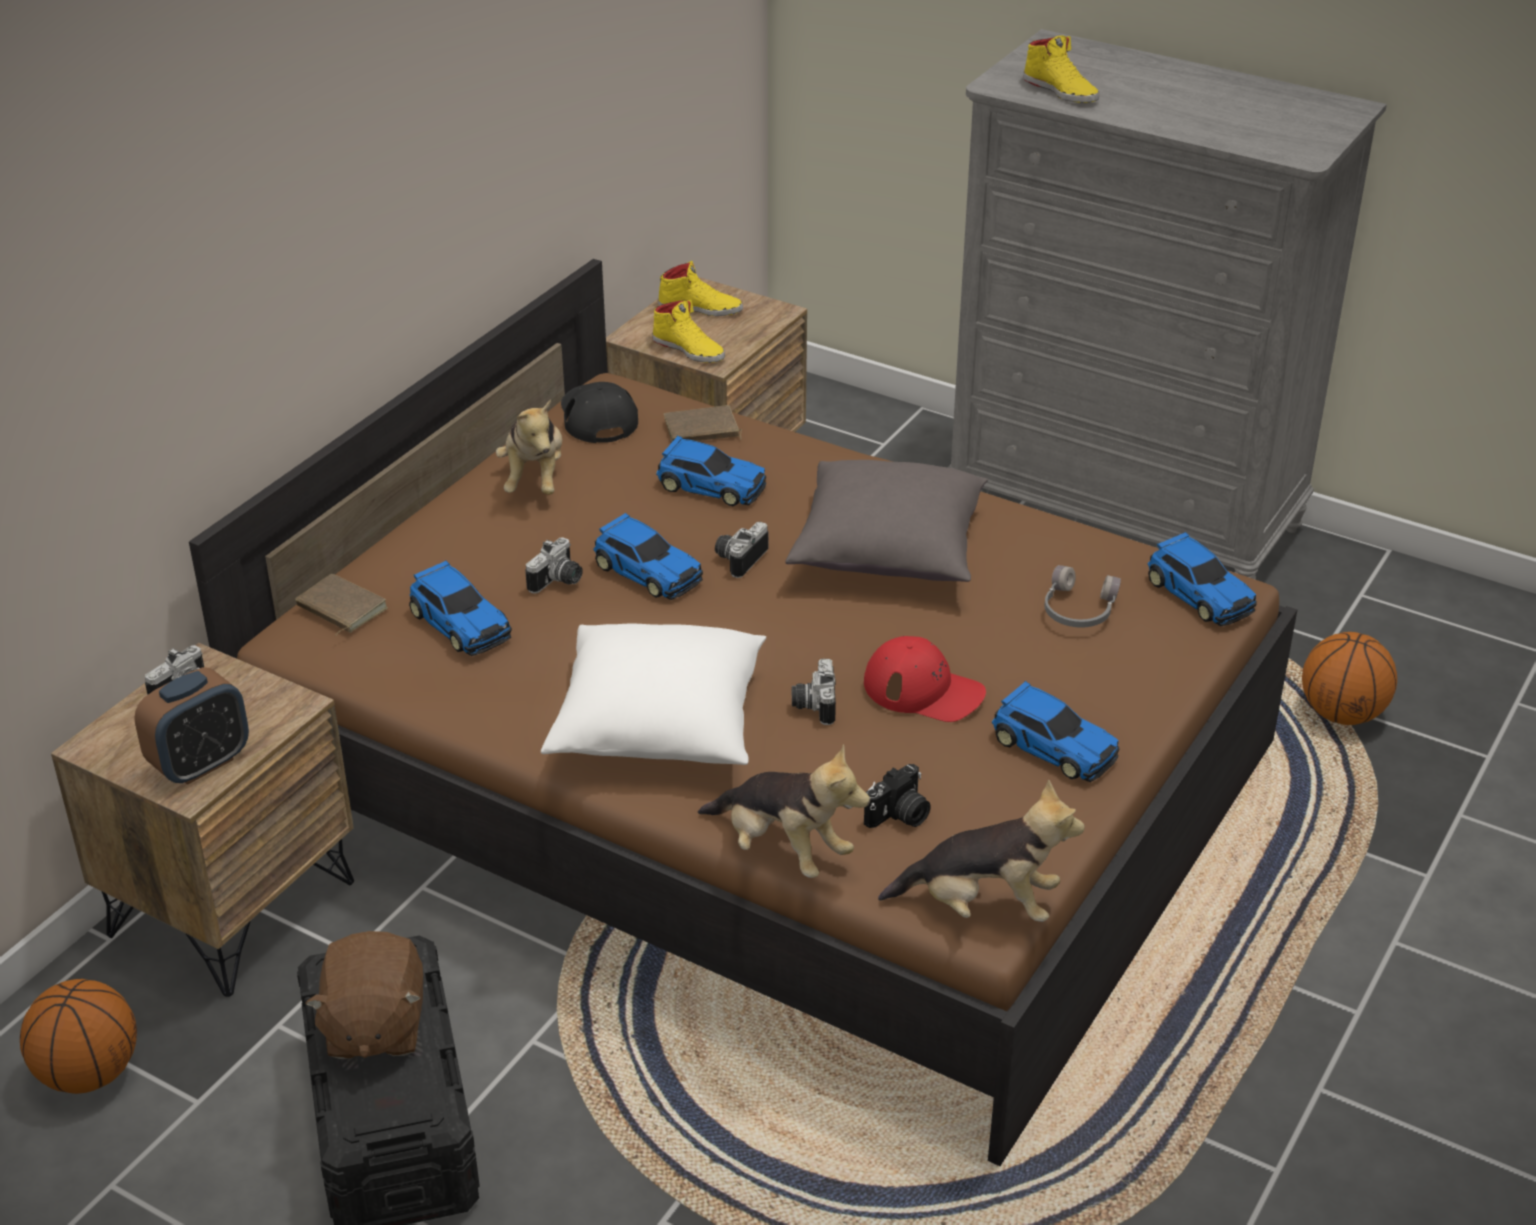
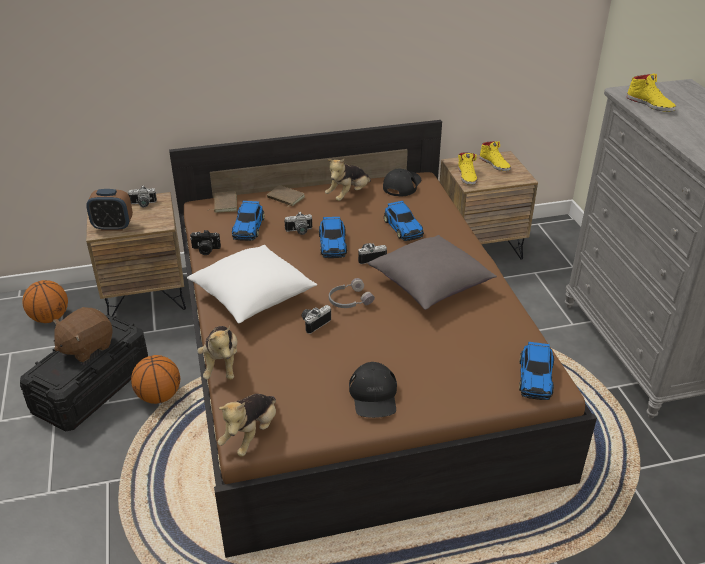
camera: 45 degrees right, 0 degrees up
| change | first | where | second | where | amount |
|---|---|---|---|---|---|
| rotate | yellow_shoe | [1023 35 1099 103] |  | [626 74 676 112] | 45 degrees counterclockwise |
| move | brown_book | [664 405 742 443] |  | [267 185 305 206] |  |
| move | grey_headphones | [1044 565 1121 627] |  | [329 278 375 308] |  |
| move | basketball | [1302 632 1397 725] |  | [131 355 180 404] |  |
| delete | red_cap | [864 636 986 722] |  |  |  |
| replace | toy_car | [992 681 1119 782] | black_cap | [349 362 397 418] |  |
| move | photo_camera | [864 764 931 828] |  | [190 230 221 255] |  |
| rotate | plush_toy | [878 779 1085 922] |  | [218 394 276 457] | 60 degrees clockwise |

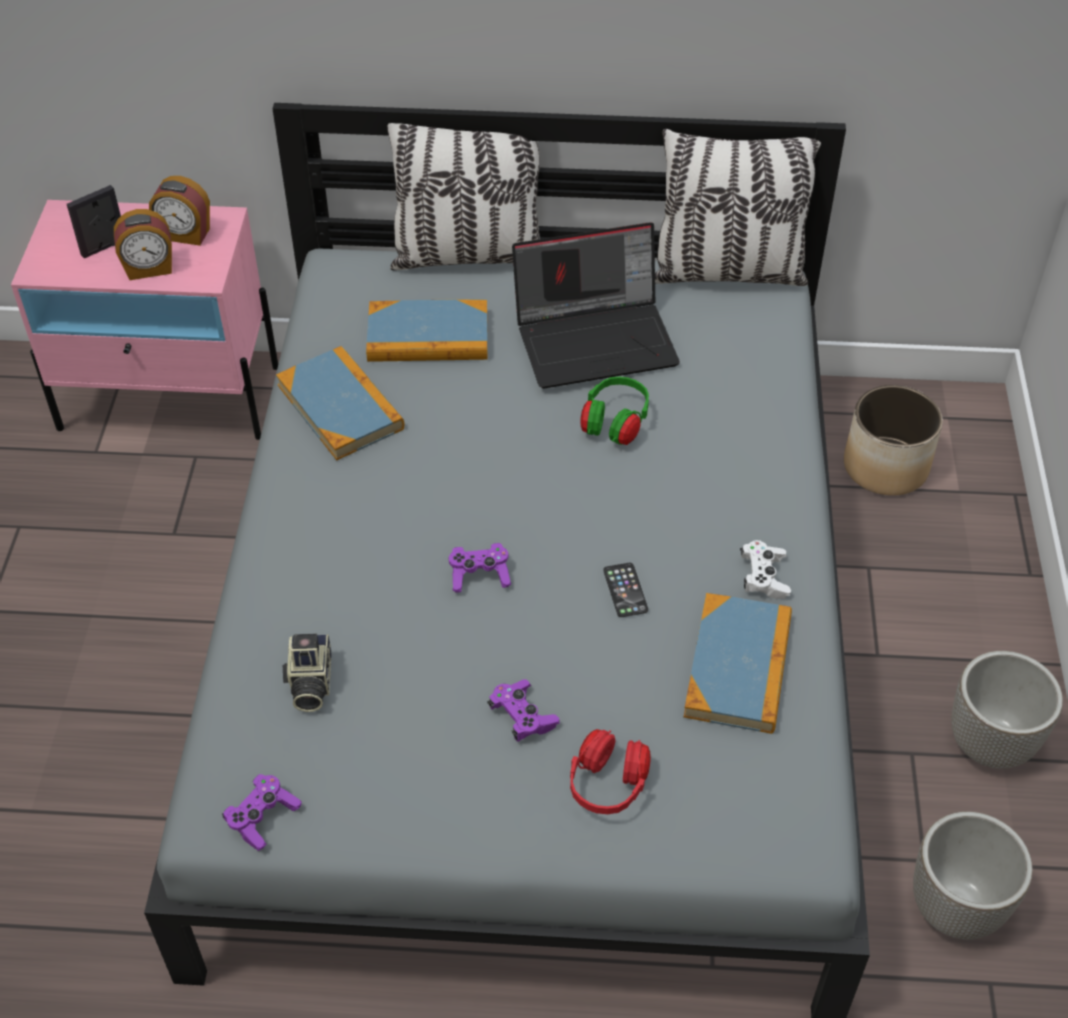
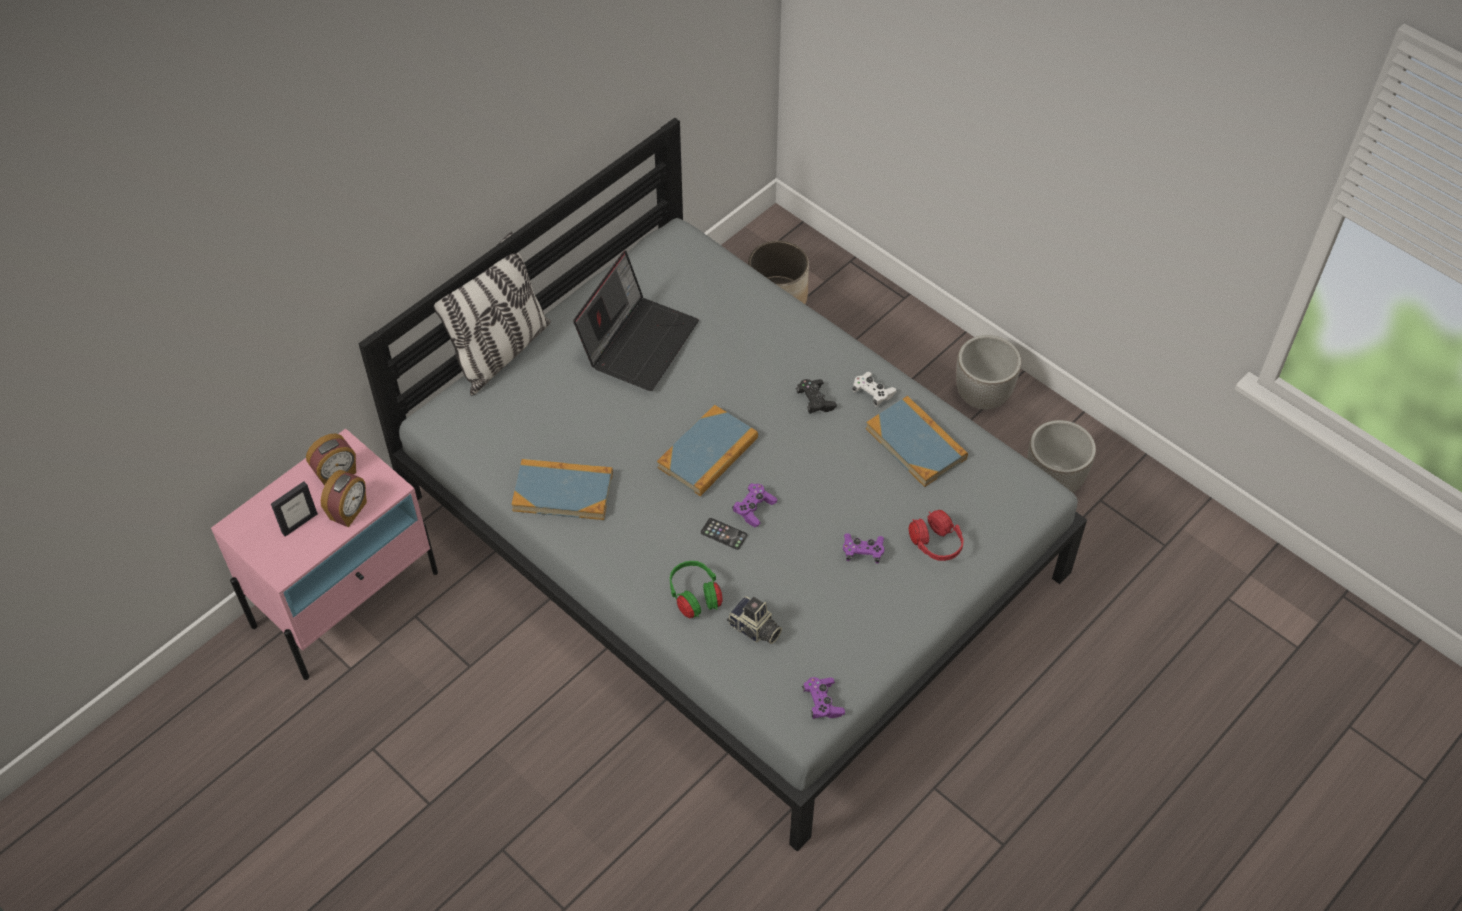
camera: 50 degrees left, 5 degrees up
| change | first | where | second | where | amount |
|---|---|---|---|---|---|
| delete | pillow | [655 129 821 286] |  |  |  |
| rotate | picture_frame | [67 185 121 258] |  | [271 481 318 537] | 135 degrees counterclockwise |
| move | book | [366 299 488 362] |  | [657 405 758 496] |  |
| move | green_headphones | [581 377 649 445] |  | [670 561 722 618] |  |
| move | phone | [603 563 648 617] |  | [701 518 747 550] |  |
| insert |  |  | black_game_controller | [796 379 837 414] |  |

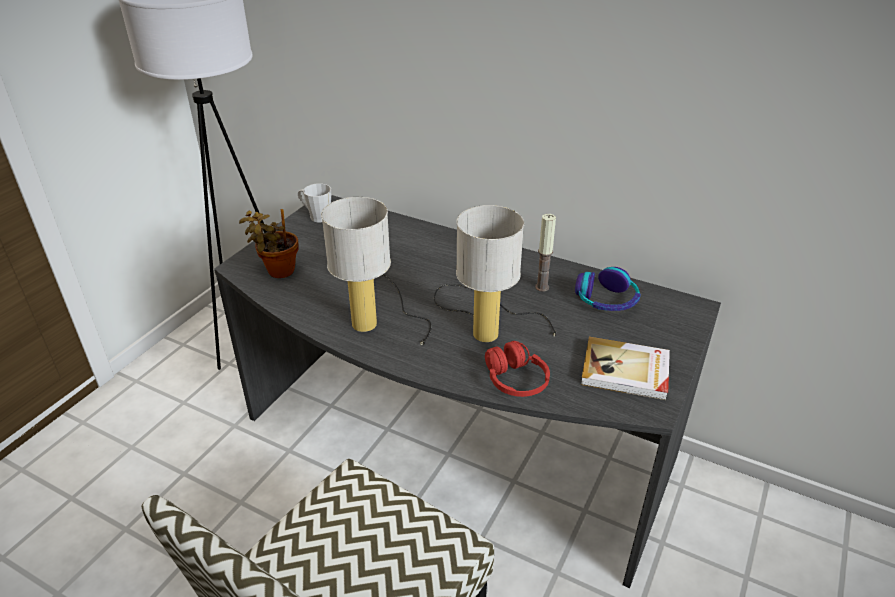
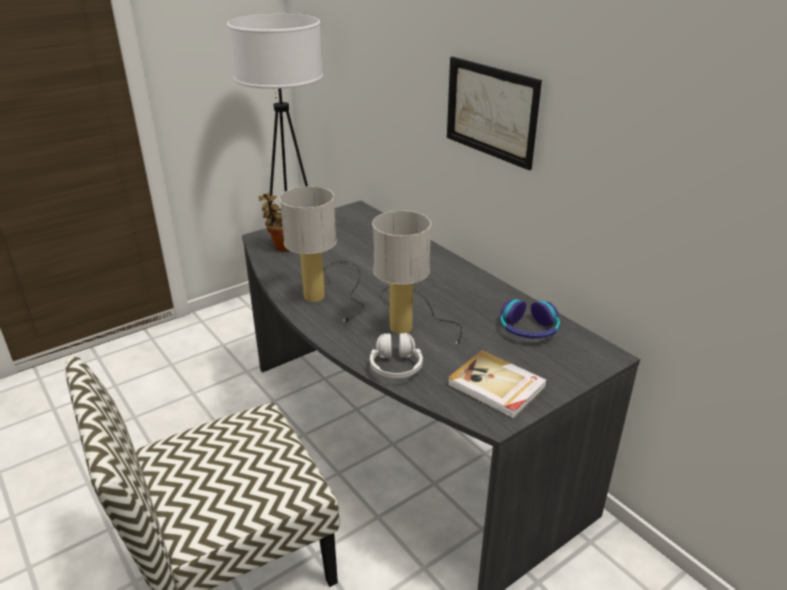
camera: 25 degrees right, 5 degrees down
| change | first | where | second | where | amount |
|---|---|---|---|---|---|
| delete | grey_mug | [298 183 331 222] |  |  |  |
| delete | candle | [535 214 556 292] |  |  |  |
| recolor | red_headphones | [485 341 550 397] | white_headphones | [370 333 423 378] |  |
| insert |  |  | picture | [447 56 542 170] |  |

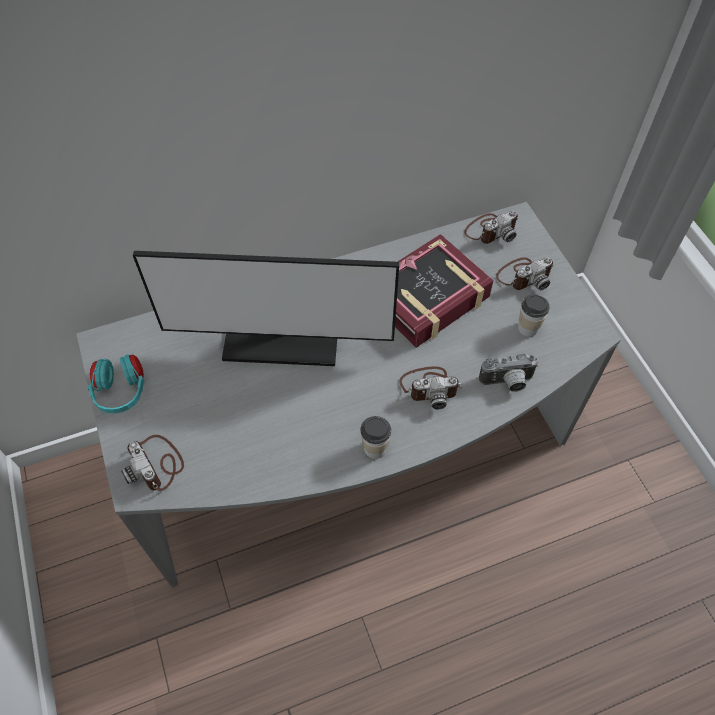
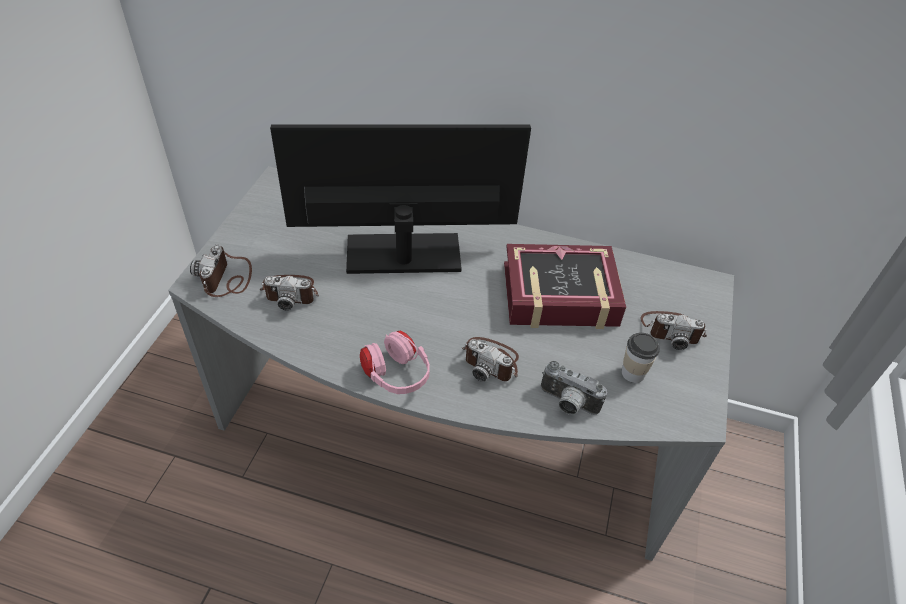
camera: 35 degrees right, 10 degrees down
| change | first | where | second | where | amount |
|---|---|---|---|---|---|
| move | photo_camera | [464 211 518 244] |  | [259 275 319 310] |  |
| rotate | monitor | [132 251 399 366] |  | [270 125 531 274] | 135 degrees clockwise |
| delete | turquoise_headphones | [88 354 144 413] |  |  |  |
| replace | cup | [361 416 391 459] | pink_headphones | [360 331 430 394] |  |

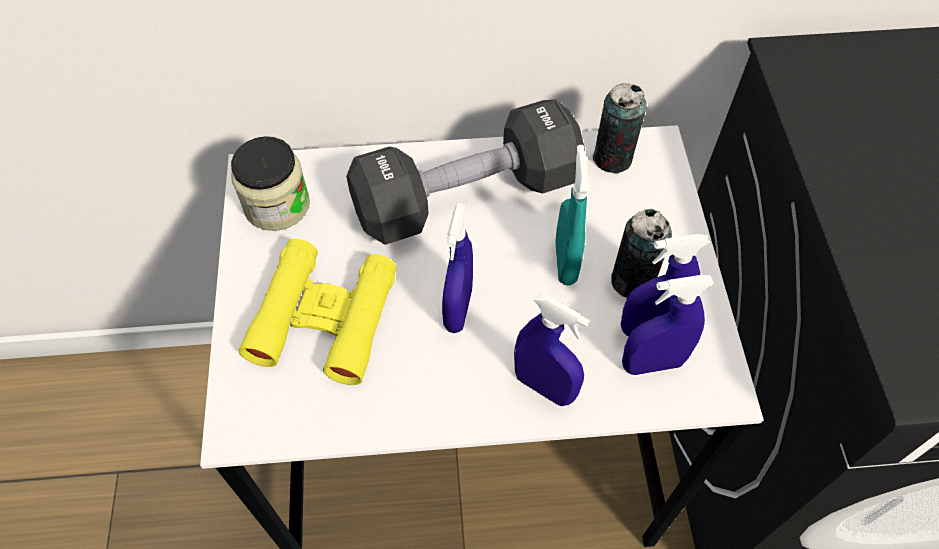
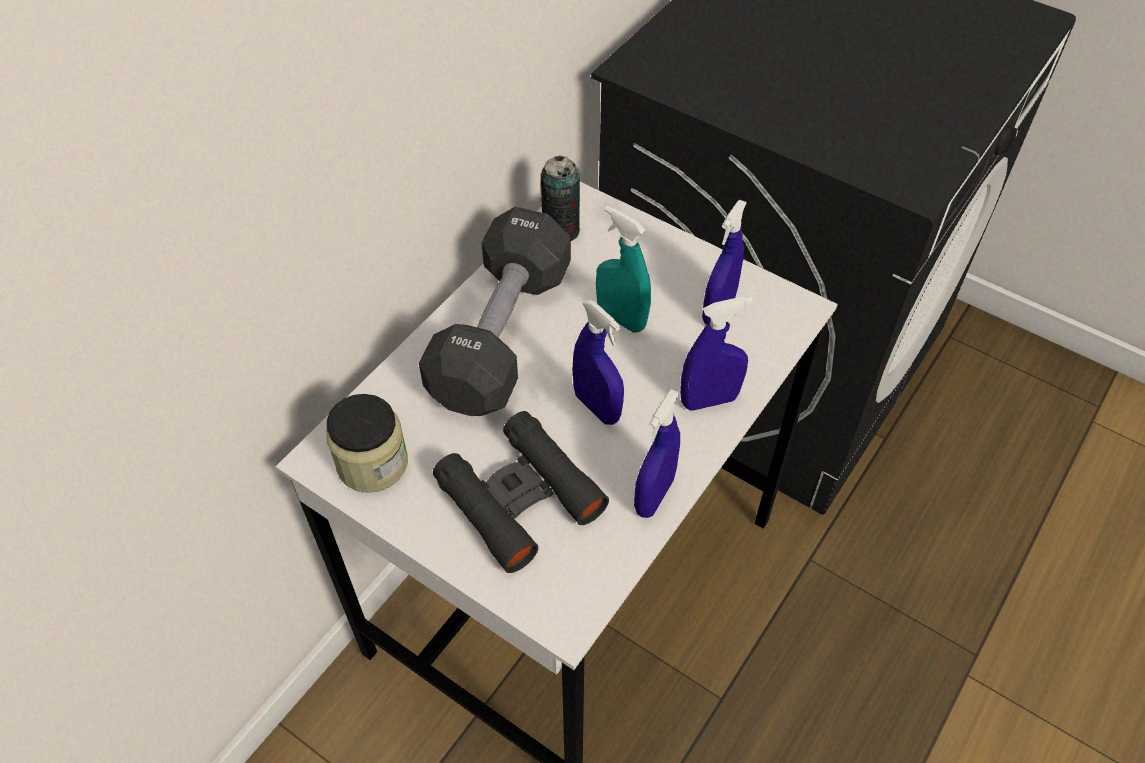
camera: 50 degrees left, 5 degrees down
| change | first | where | second | where | amount |
|---|---|---|---|---|---|
| delete | can | [611 209 672 298] |  |  |  |
| recolor | yellow_binoculars | [238 239 397 385] | black_binoculars | [433 411 609 573] |  |
| move | blue_spray_bottle | [622 275 714 375] |  | [634 389 680 518] |  |

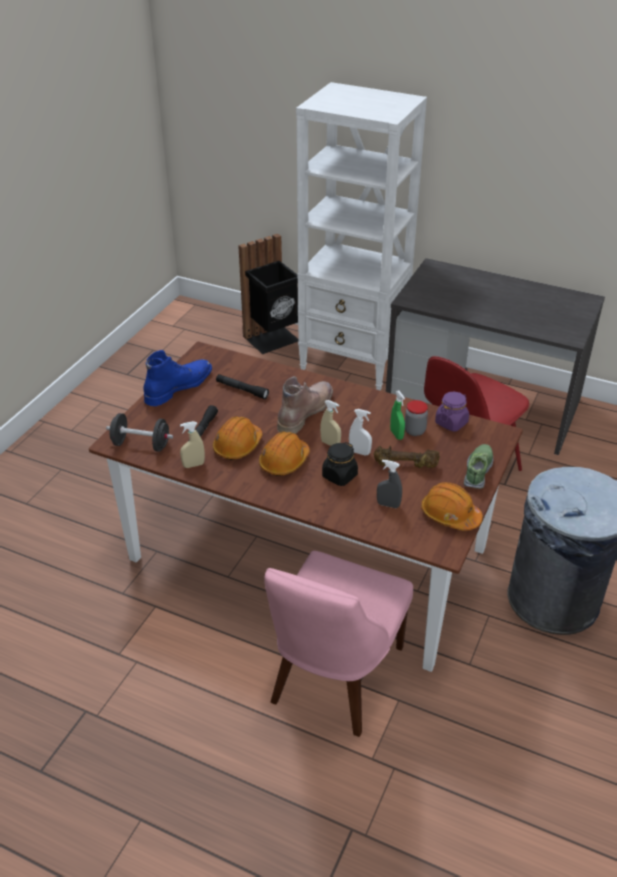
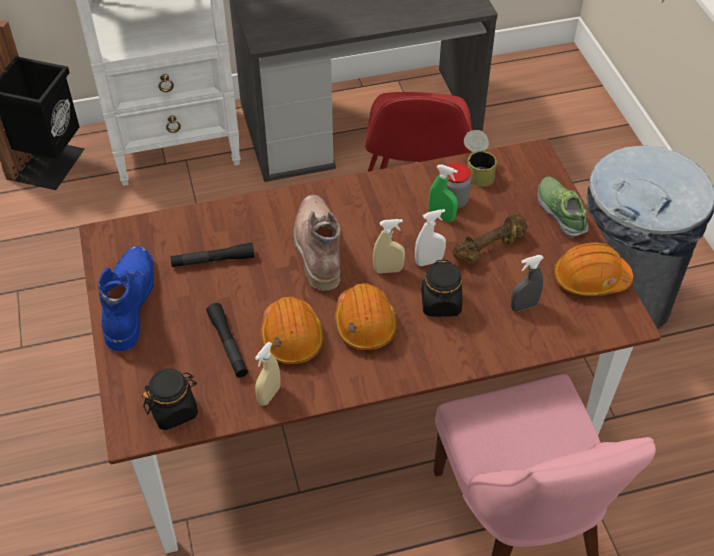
camera: 40 degrees left, 10 degrees up
| change | first | where | second | where | amount |
|---|---|---|---|---|---|
| replace | purple_jar | [435 392 469 431] | can | [464 130 497 187] |  |
| replace | black_dumbbell | [106 413 173 452] | black_jar | [142 369 198 430] |  |

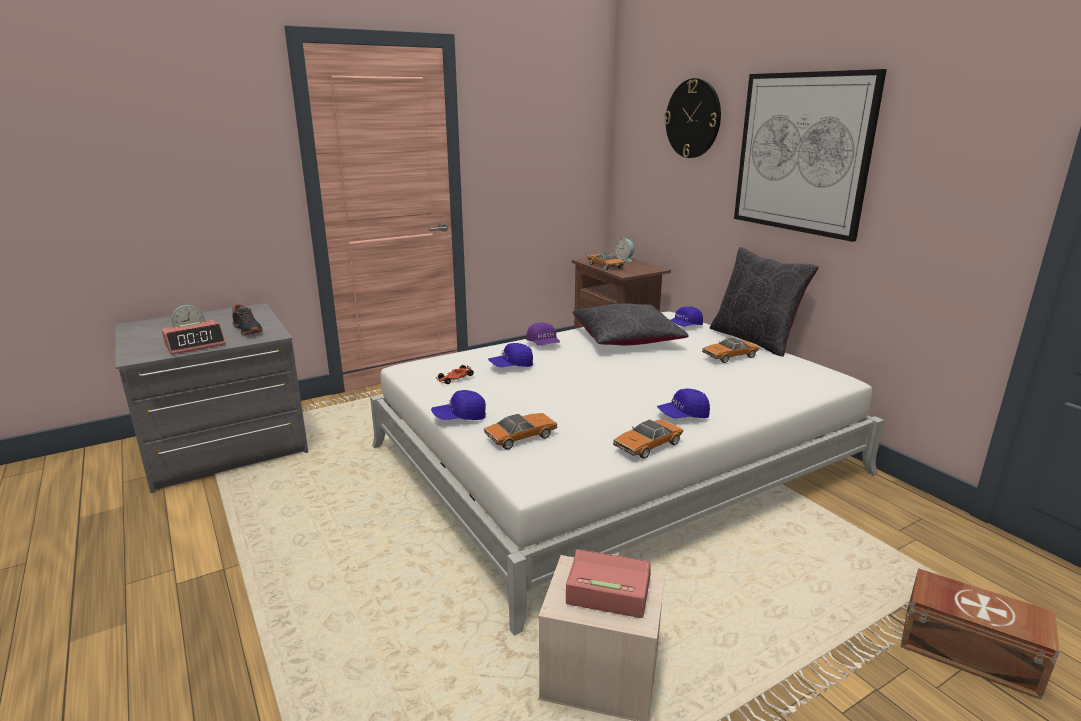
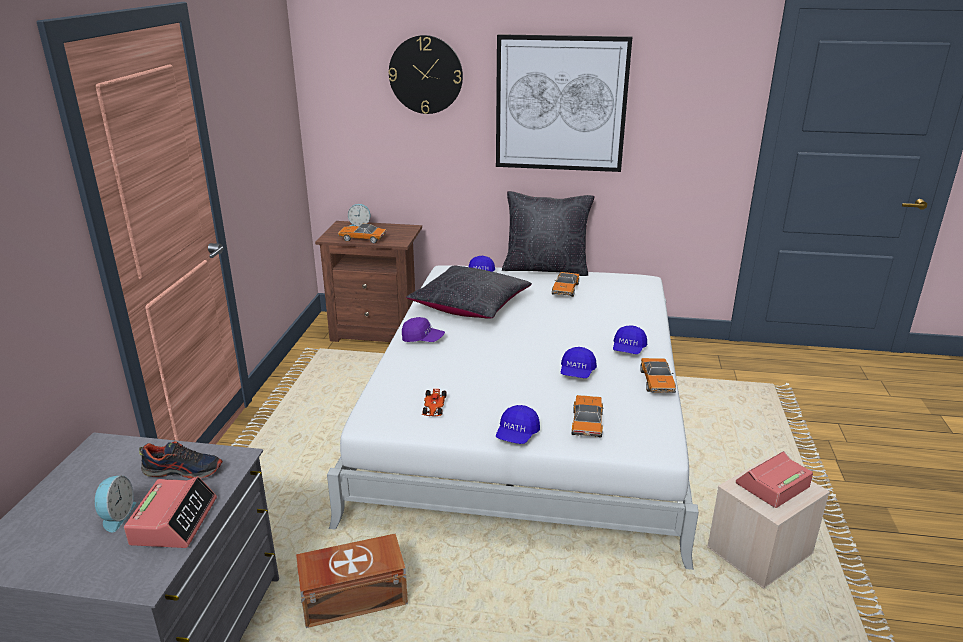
camera: 50 degrees left, 5 degrees up
| change | first | where | second | where | amount |
|---|---|---|---|---|---|
| move | blue_cap | [488 343 533 367] |  | [561 347 597 378] |  |
| move | brown_storage_box | [901 568 1060 700] |  | [296 533 408 628] |  |

